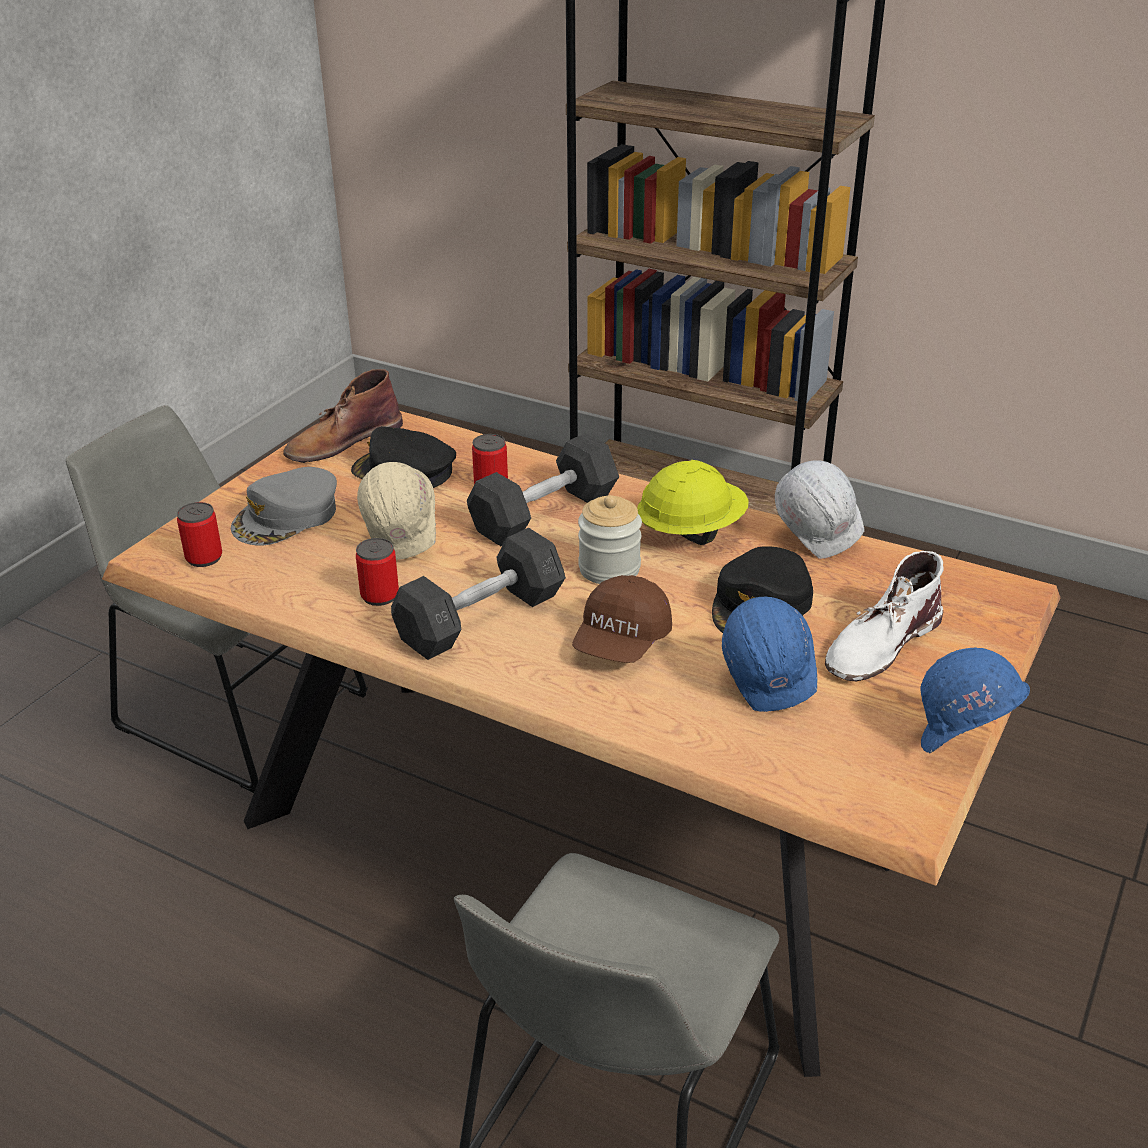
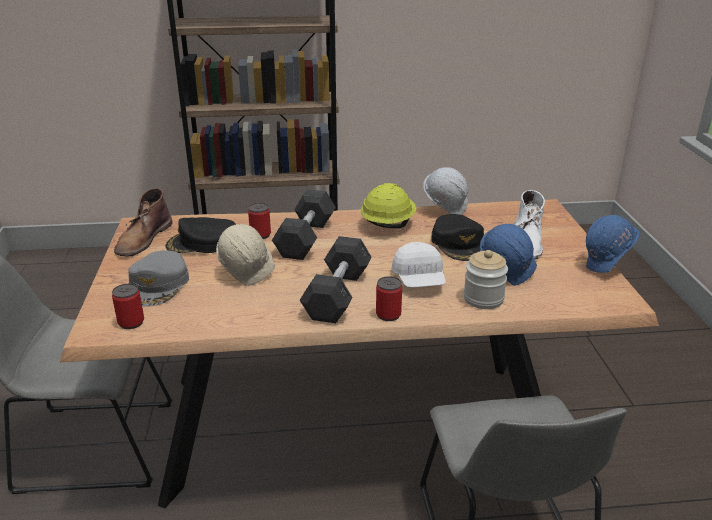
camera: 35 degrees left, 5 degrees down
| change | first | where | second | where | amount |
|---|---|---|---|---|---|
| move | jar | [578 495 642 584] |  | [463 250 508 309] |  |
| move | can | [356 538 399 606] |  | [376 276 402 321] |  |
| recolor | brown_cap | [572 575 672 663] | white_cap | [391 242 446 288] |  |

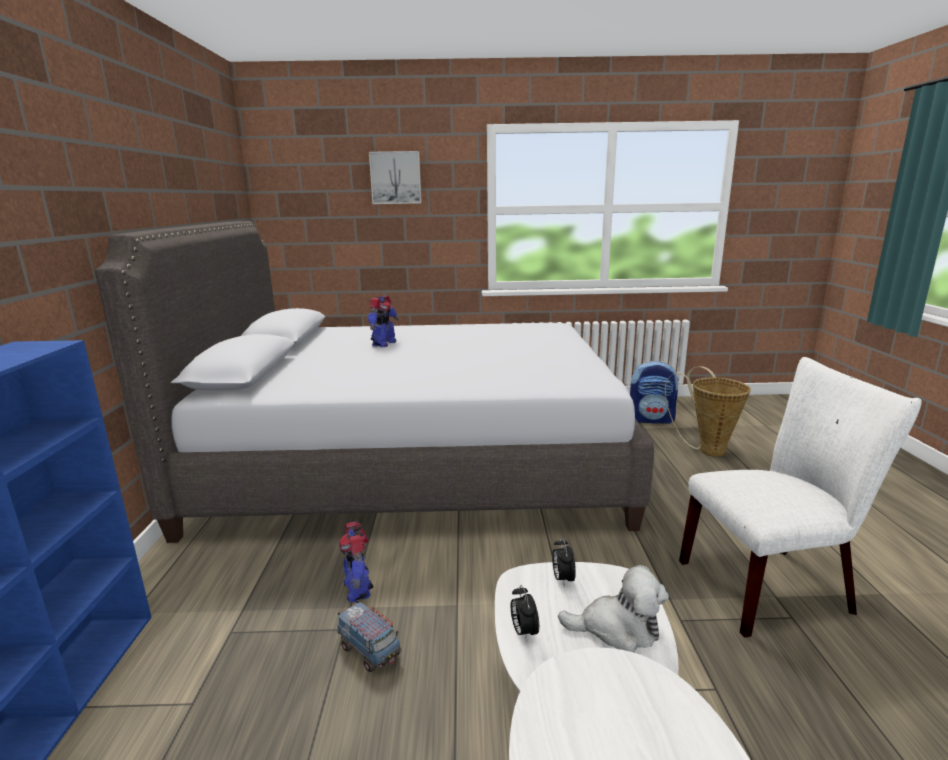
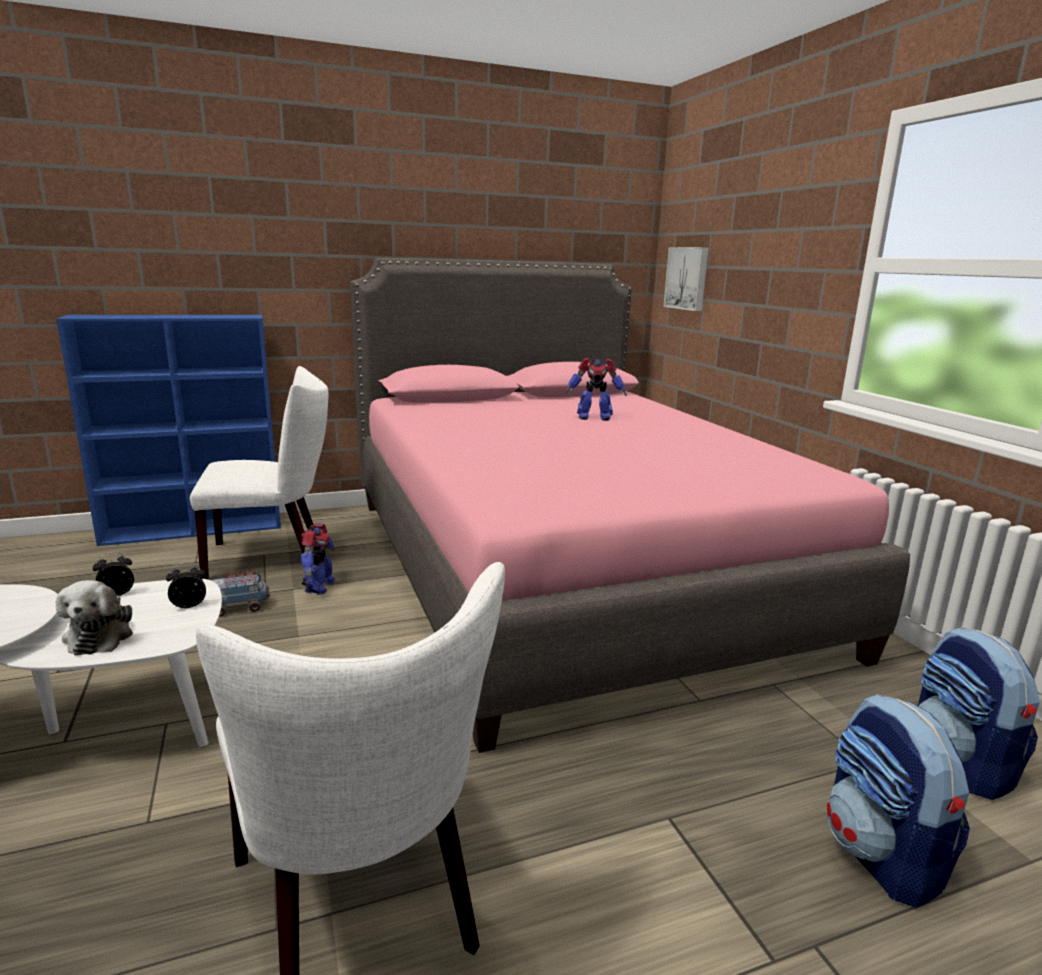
camera: 70 degrees right, 0 degrees up
| change | first | where | second | where | amount |
|---|---|---|---|---|---|
| move | picture | [369 151 422 204] |  | [664 247 709 311] |  |
| recolor | grey_bed | [95 221 654 543] | pink_bed | [350 258 910 753] |  |
| replace | basket | [665 366 751 457] | backpack | [826 694 970 908] |  |
| rotate | toy_robot | [339 521 373 602] |  | [301 523 336 595] | 135 degrees clockwise |
| rotate | toy_truck | [337 600 401 672] |  | [211 569 271 617] | 135 degrees counterclockwise |
| insert |  |  | white_chair | [190 366 328 580] |  |

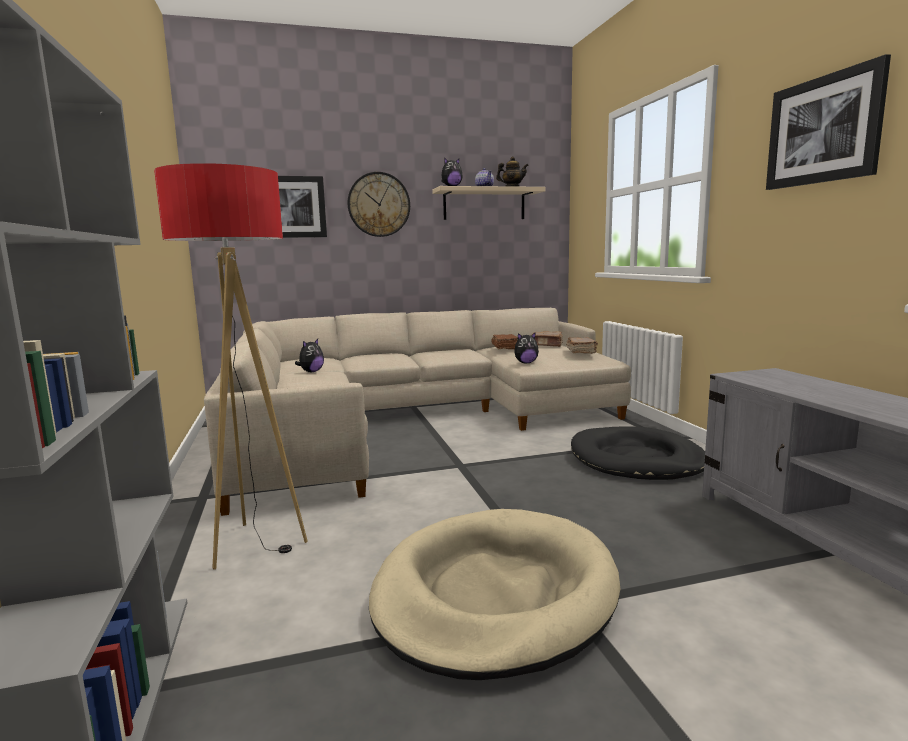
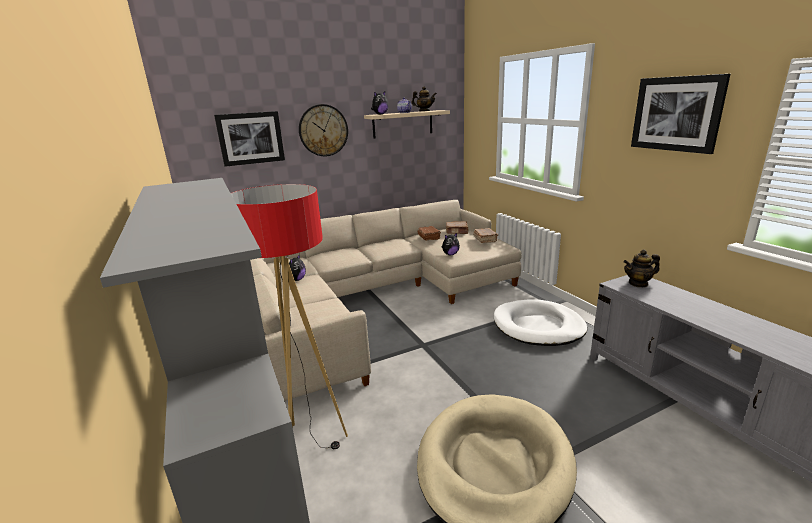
camera: 10 degrees left, 10 degrees up
| change | first | where | second | where | amount |
|---|---|---|---|---|---|
| recolor | black_dog_bed | [571 426 705 480] | white_dog_bed | [494 300 587 346] |  |
| insert |  |  | teapot | [623 250 660 287] |  |

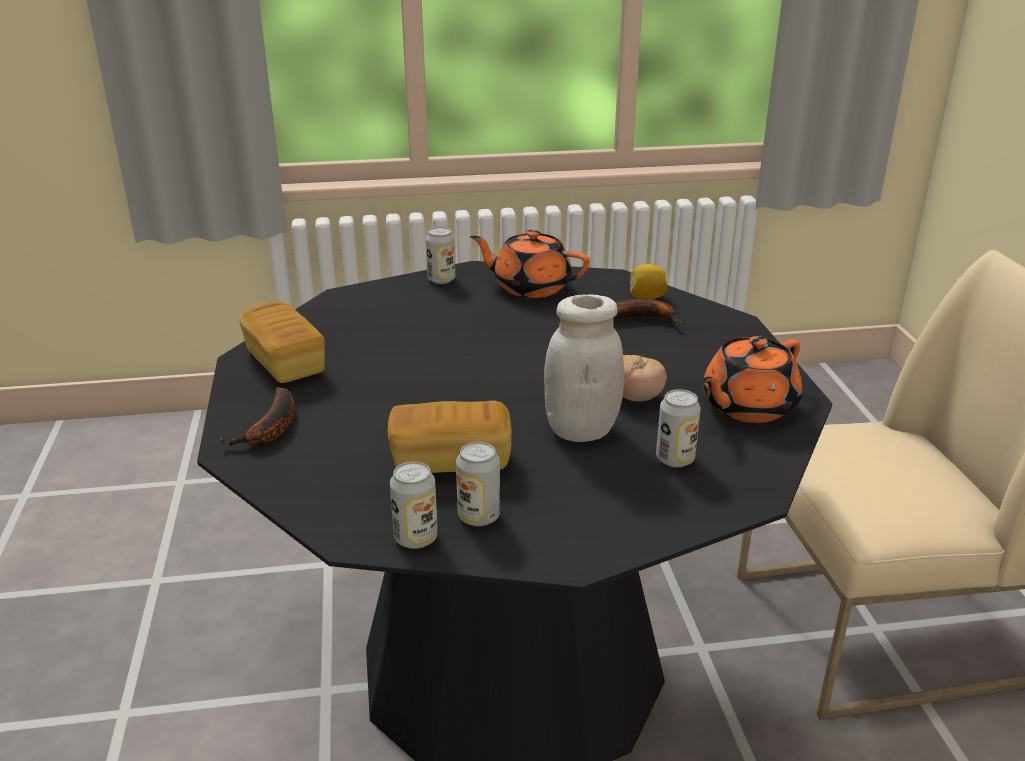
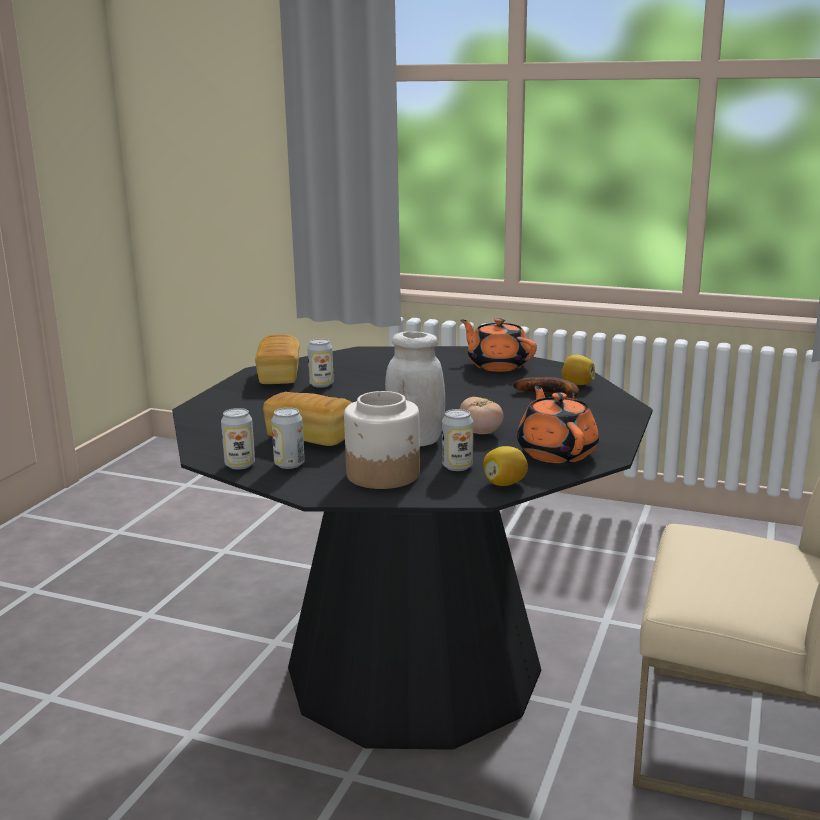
camera: 30 degrees right, 10 degrees down
| change | first | where | second | where | amount |
|---|---|---|---|---|---|
| move | can | [426 227 455 284] |  | [307 339 334 388] |  |
| rotate | orange_teapot | [702 336 802 423] |  | [517 386 599 463] | 90 degrees clockwise |
| delete | banana | [219 387 295 446] |  |  |  |
| insert |  |  | jar | [344 391 420 489] |  |
| insert |  |  | lemon | [483 446 528 486] |  |

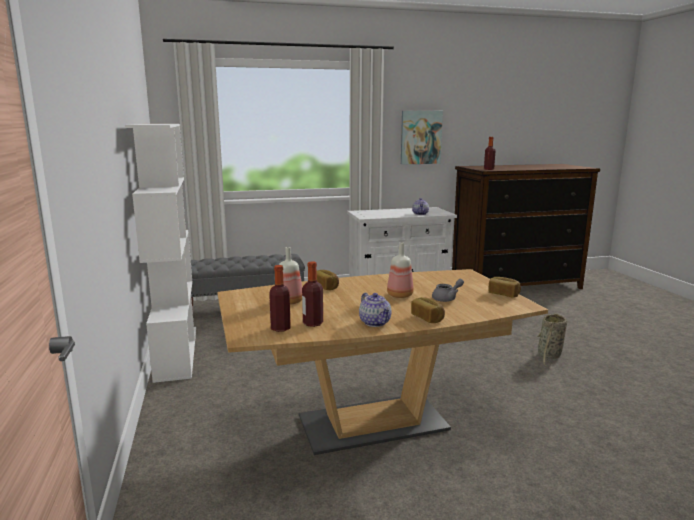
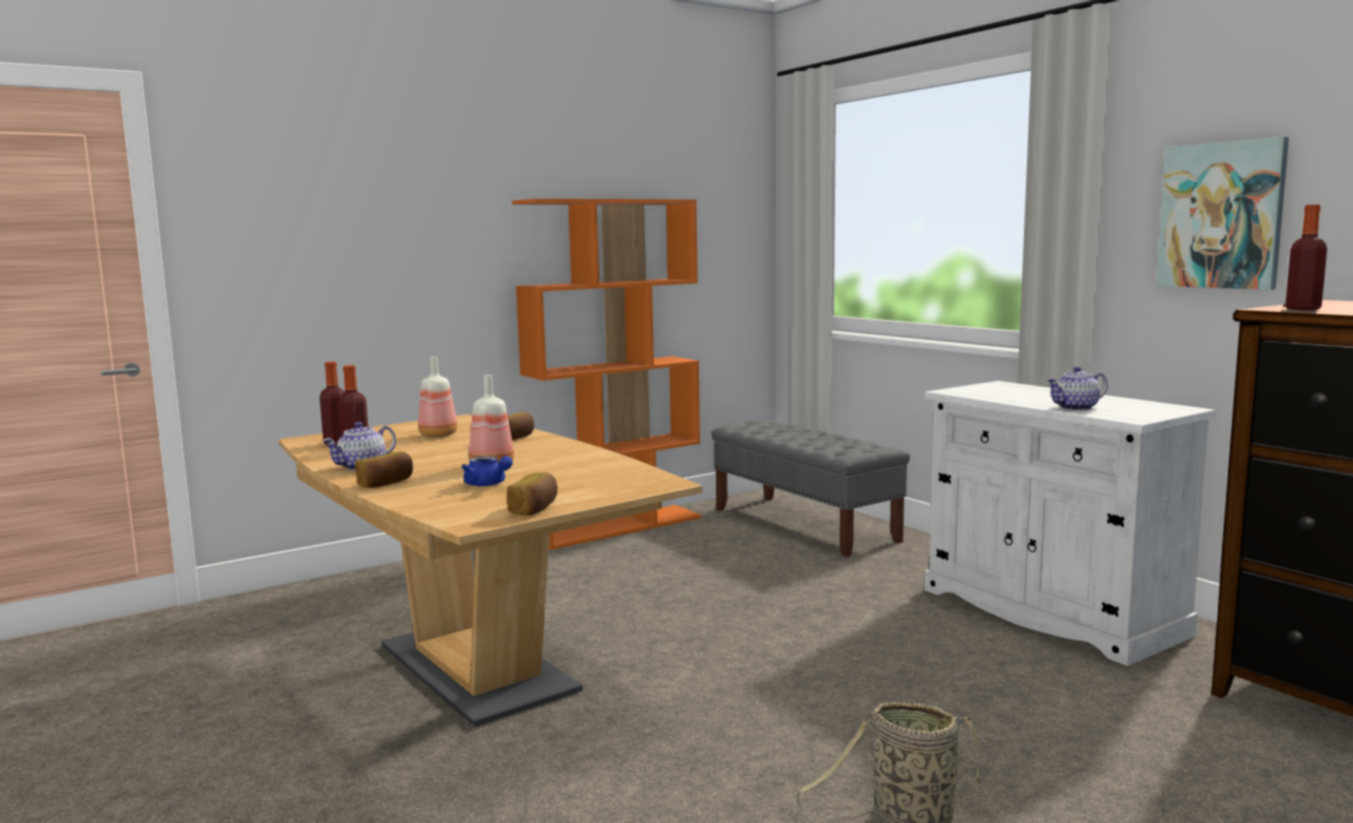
camera: 70 degrees right, 5 degrees down
| change | first | where | second | where | amount |
|---|---|---|---|---|---|
| recolor | white_bookcase | [125 124 196 383] | orange_bookcase | [512 199 701 550] |  |
| recolor | grey_teapot | [432 279 464 302] | blue_teapot | [462 456 513 486] |  |

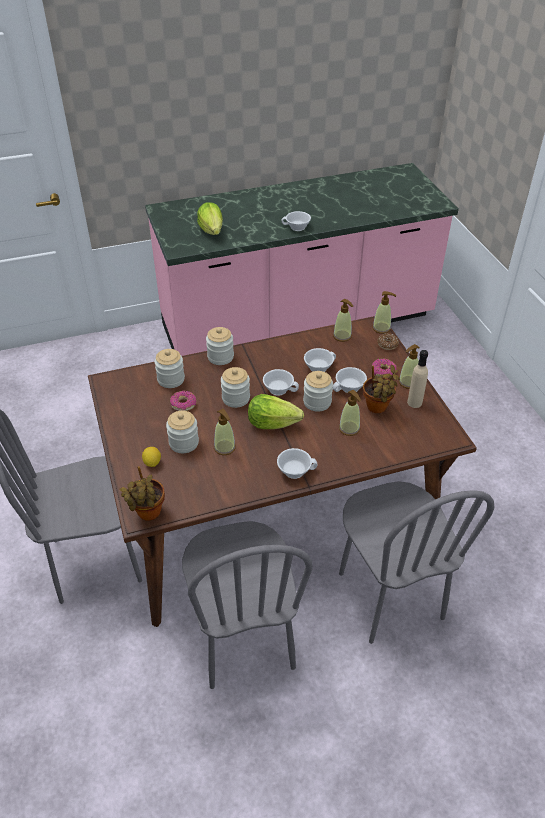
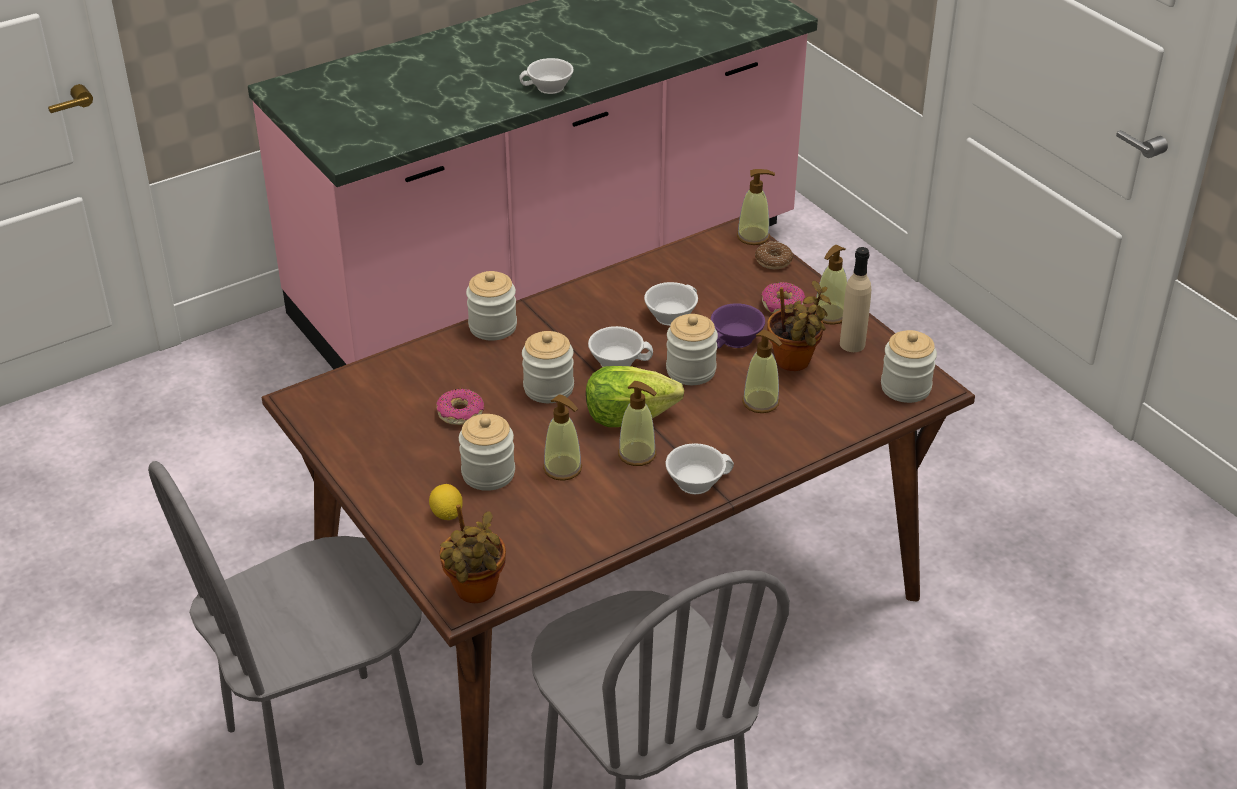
camera: 15 degrees left, 5 degrees down
| change | first | where | second | where | amount |
|---|---|---|---|---|---|
| delete | lettuce | [197 202 223 235] |  |  |  |
| move | soap_dispenser | [333 299 353 342] |  | [618 381 657 466] |  |
| move | jar | [154 349 185 388] |  | [881 330 937 403] |  |
| recolor | white_cup | [332 367 367 393] | purple_cup | [711 304 765 349] |  |
| delete | grey_chair | [339 481 494 644] |  |  |  |

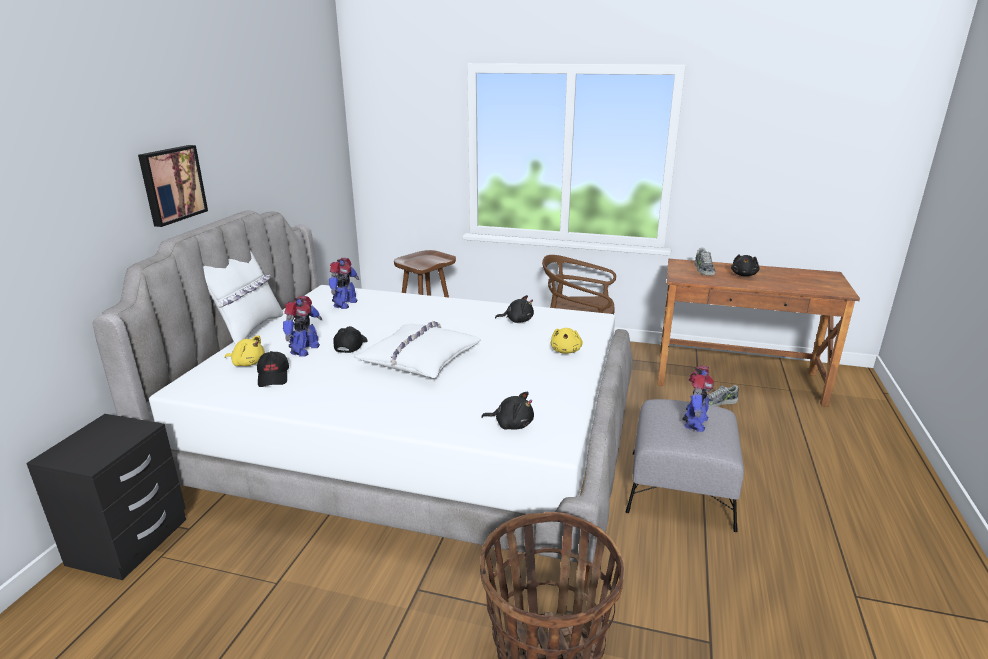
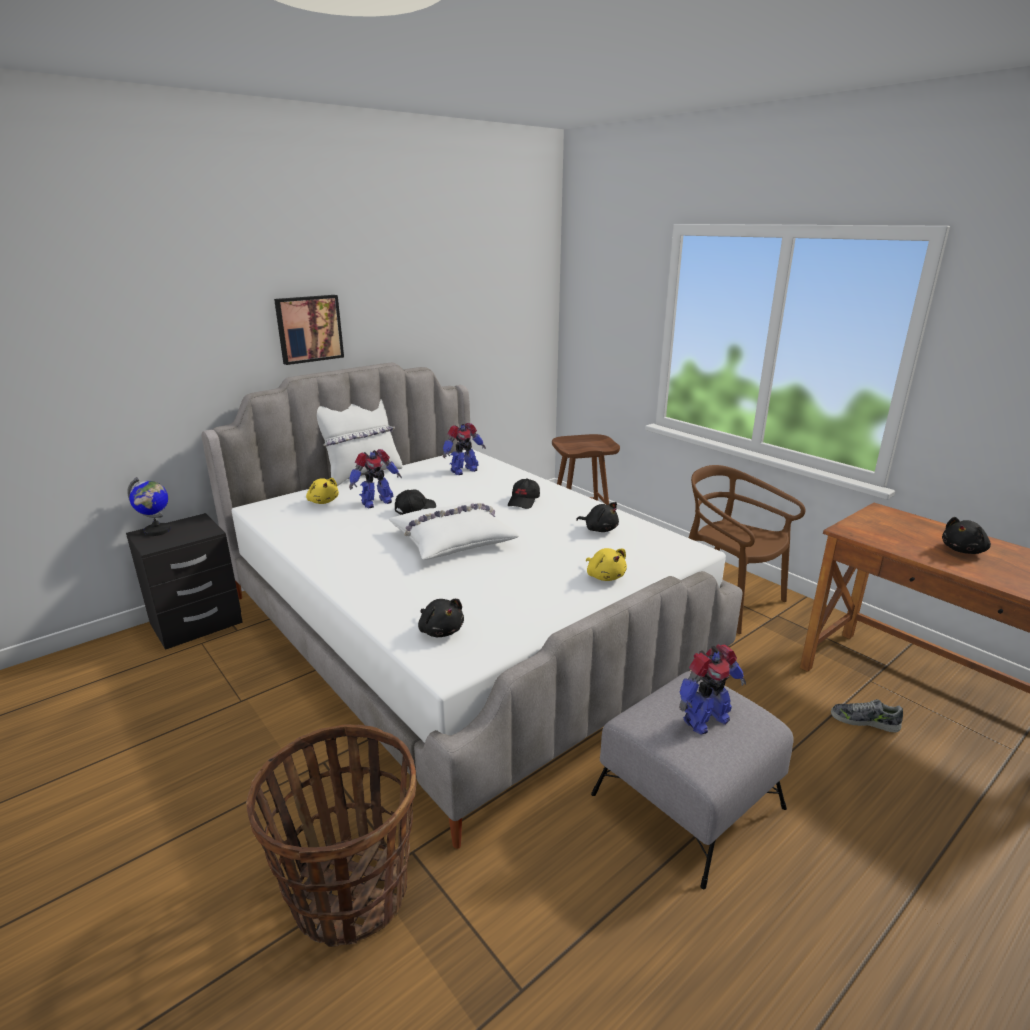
camera: 35 degrees right, 0 degrees up
| change | first | where | second | where | amount |
|---|---|---|---|---|---|
| delete | shoe | [695 247 716 276] |  |  |  |
| rotate | yellow_plush_toy | [551 328 583 354] |  | [586 548 627 581] | 75 degrees counterclockwise |
| move | black_cap | [257 351 289 387] |  | [508 478 540 509] |  |
| insert |  |  | globe | [127 477 171 536] |  |

